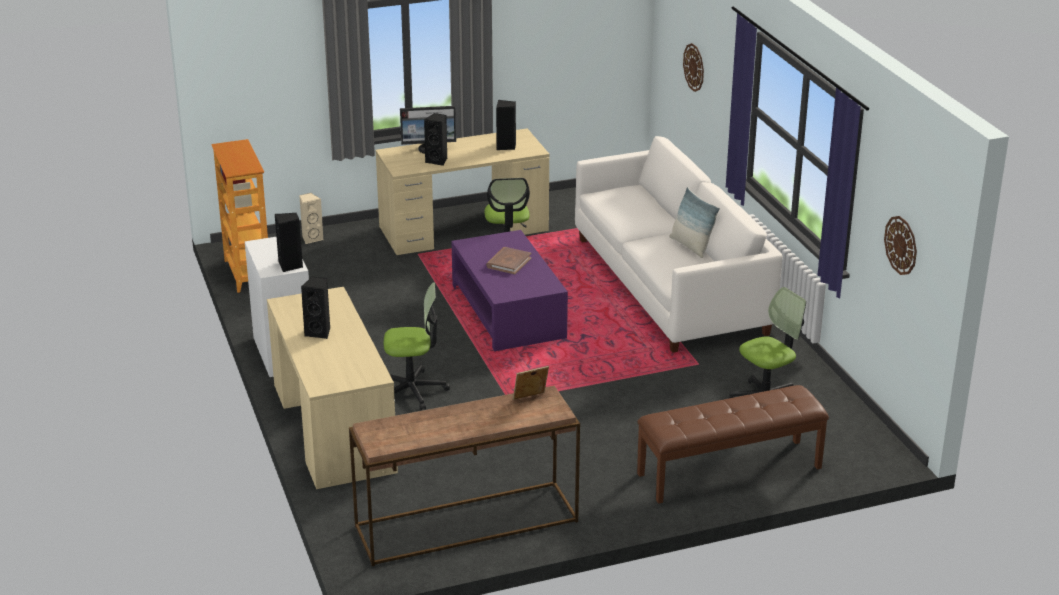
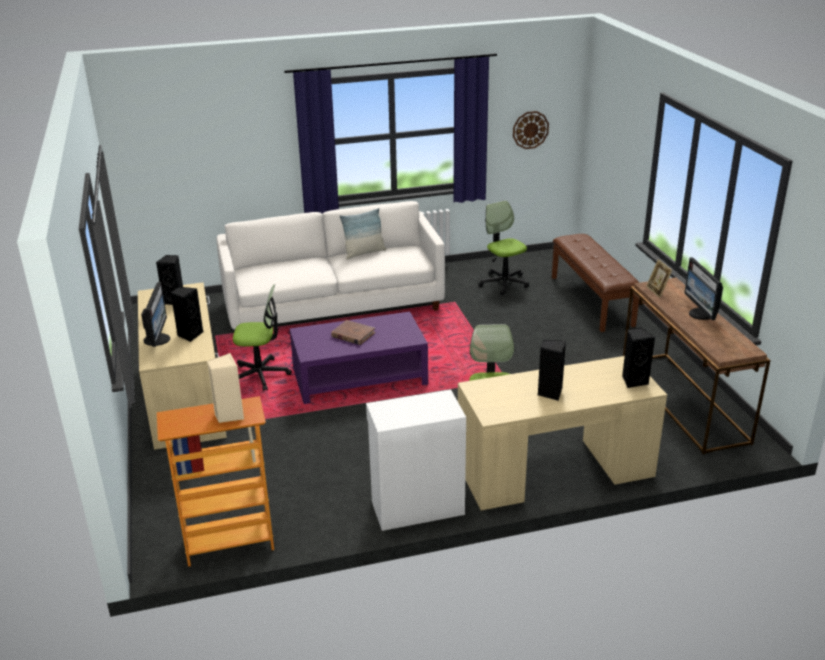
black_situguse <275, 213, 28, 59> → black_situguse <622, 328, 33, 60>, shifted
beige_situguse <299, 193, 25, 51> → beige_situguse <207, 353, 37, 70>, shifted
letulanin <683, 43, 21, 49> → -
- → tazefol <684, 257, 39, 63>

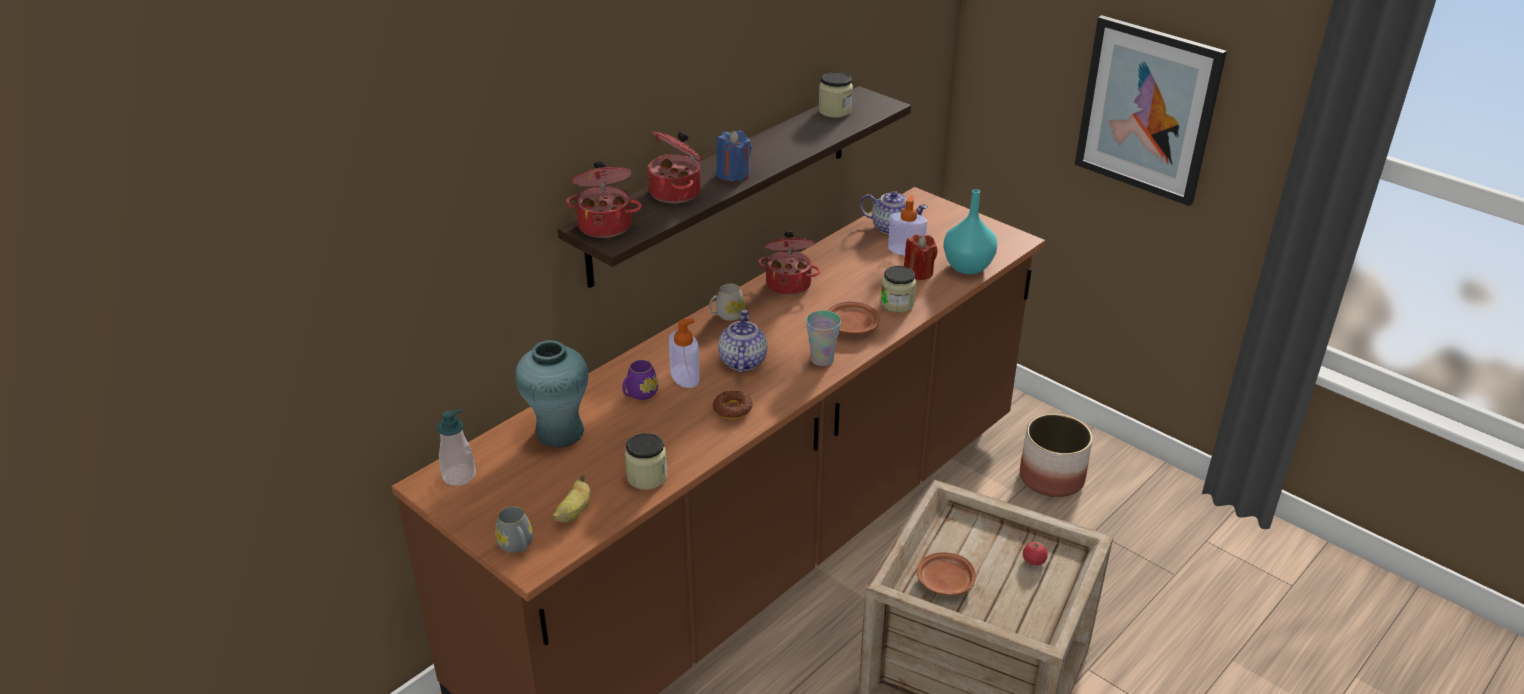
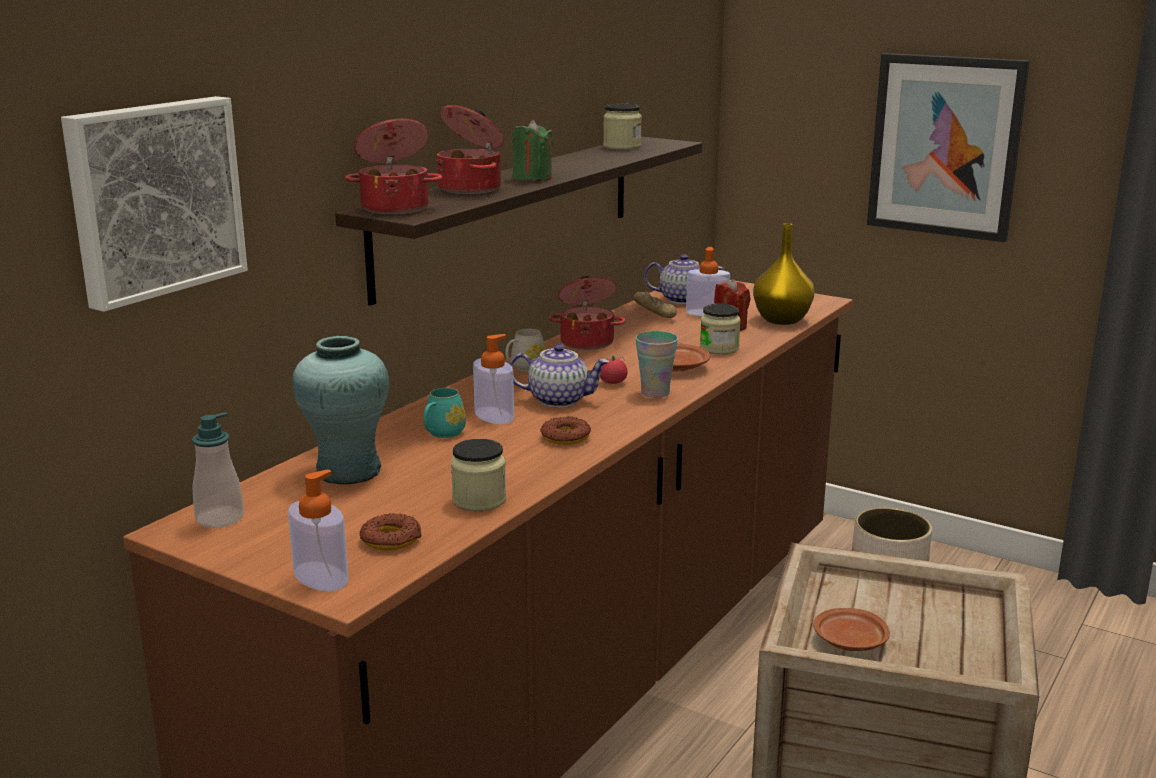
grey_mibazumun <495, 506, 38, 47> → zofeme <288, 469, 61, 122>
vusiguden <552, 475, 38, 48> → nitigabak <360, 513, 61, 38>
purple_mibazumun <622, 360, 36, 40> → turquoise_mibazumun <423, 388, 43, 50>
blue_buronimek <716, 130, 36, 52> → green_buronimek <513, 120, 40, 61>
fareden <718, 310, 49, 63> → fareden <510, 344, 99, 64>, 105 degrees clockwise
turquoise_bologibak <943, 189, 54, 85> → yellow_bologibak <753, 223, 62, 102>
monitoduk <1023, 540, 25, 26> → monitoduk <600, 354, 28, 30>, shifted
- → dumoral <61, 96, 187, 216>
- → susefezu <633, 292, 44, 26>

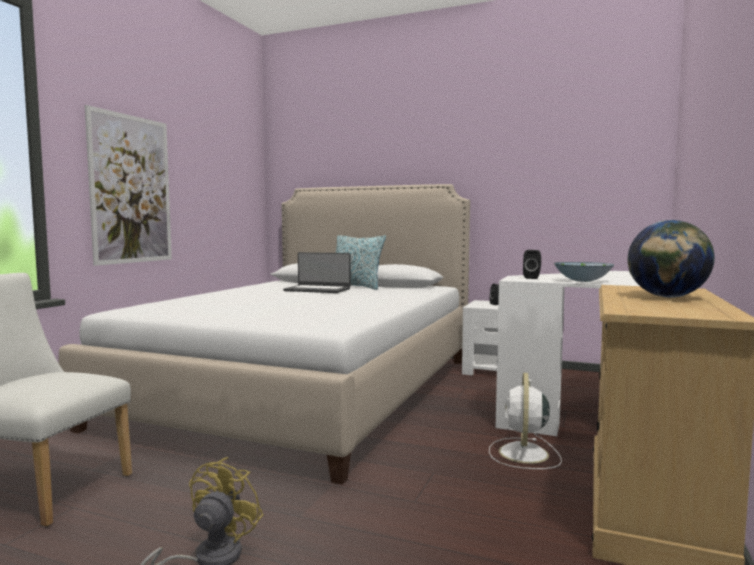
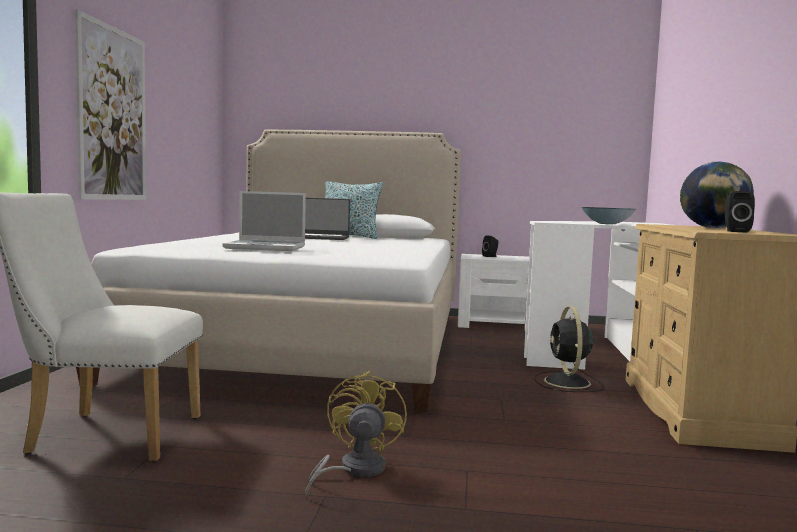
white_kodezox <489, 373, 73, 96> → black_kodezox <534, 306, 70, 86>
black_situguse <523, 250, 18, 29> → black_situguse <725, 191, 30, 42>, shifted
- → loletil <223, 191, 83, 60>

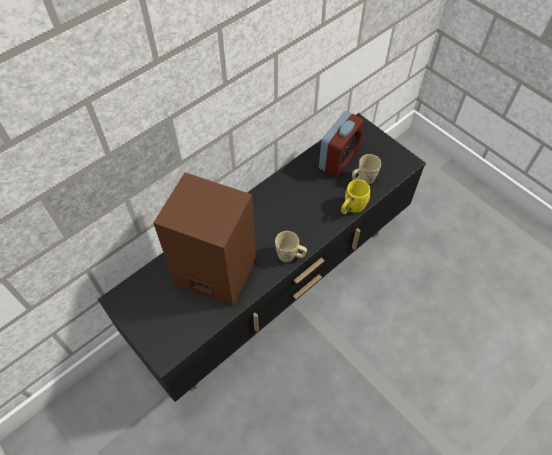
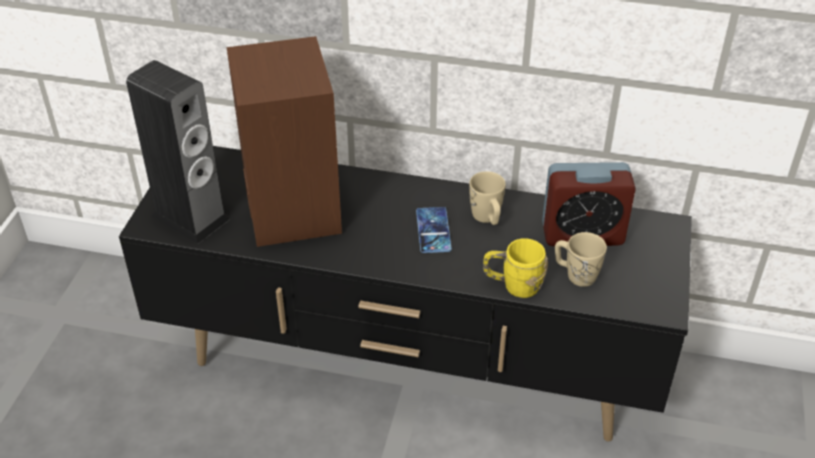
beige_mibazumun <275, 231, 32, 31> → beige_mibazumun <469, 171, 37, 54>, shifted
- → situguse <126, 60, 104, 184>
- → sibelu <416, 207, 36, 46>

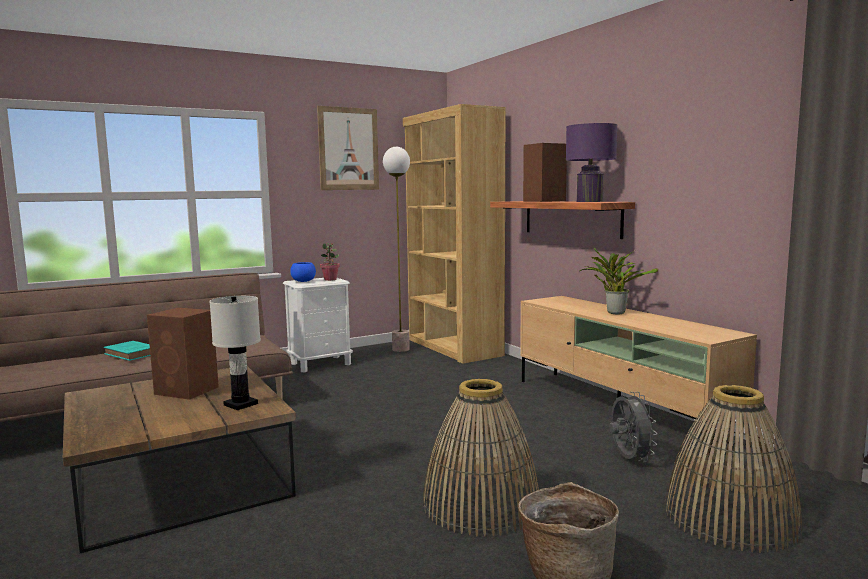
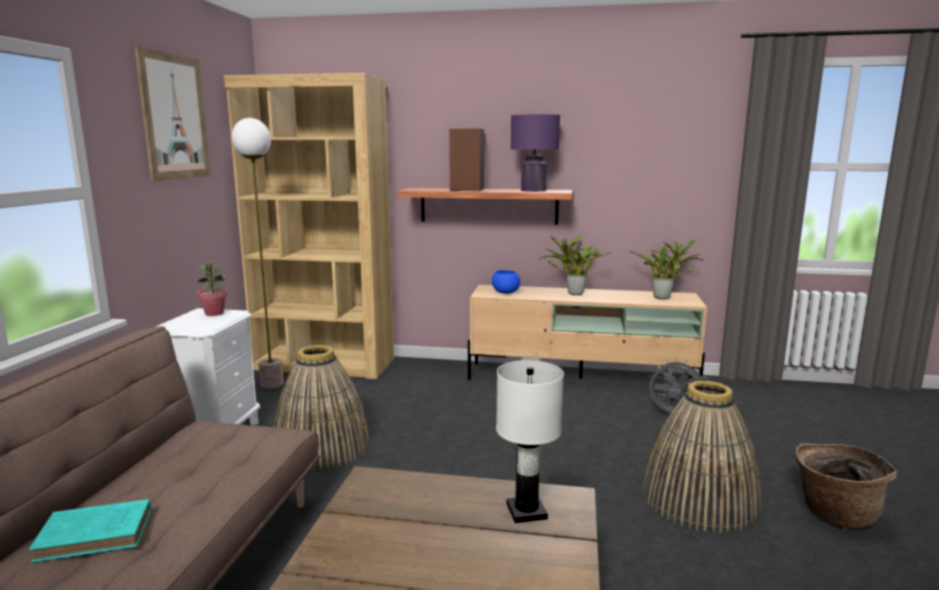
brown_situguse <147, 308, 72, 92> → -
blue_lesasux <290, 262, 26, 20> → blue_lesasux <492, 270, 28, 24>, shifted
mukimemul <665, 385, 137, 168> → mukimemul <274, 345, 96, 126>, shifted
- → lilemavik <631, 239, 72, 60>

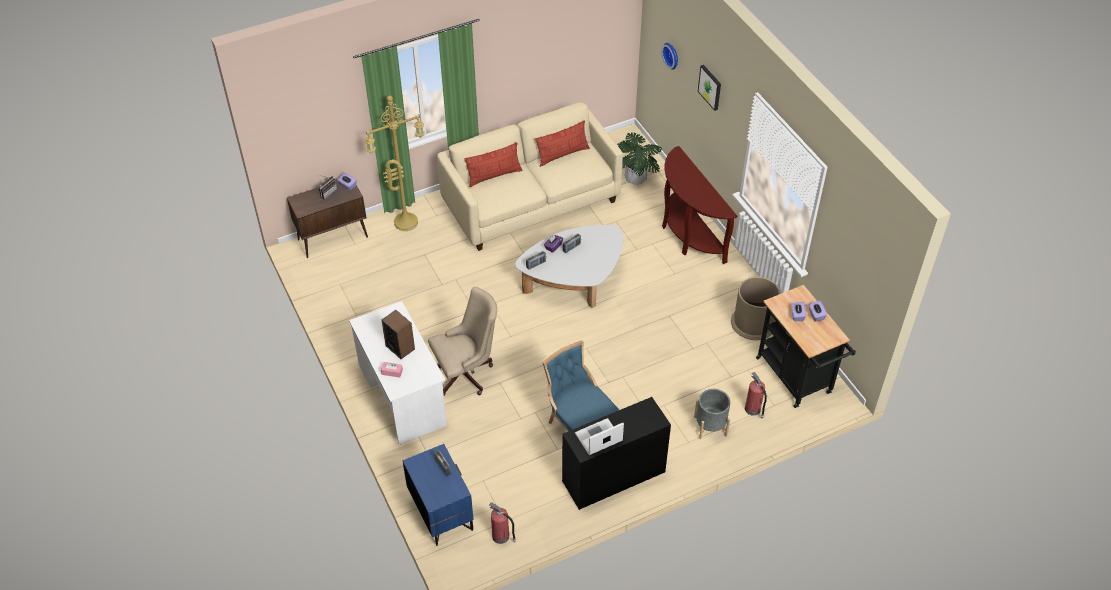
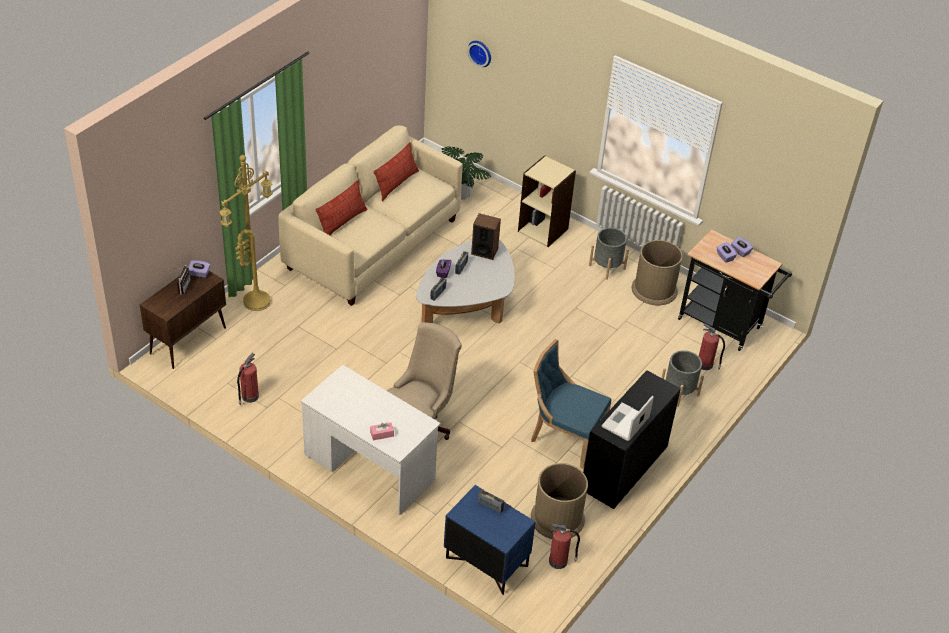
situguse <381, 310, 34, 49> → situguse <471, 213, 30, 47>, shifted
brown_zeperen <662, 146, 75, 118> → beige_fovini <518, 155, 58, 92>
dumoral <698, 65, 23, 46> → -
- → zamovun <237, 353, 22, 52>
- → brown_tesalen <531, 463, 57, 76>
- → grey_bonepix <589, 228, 40, 52>

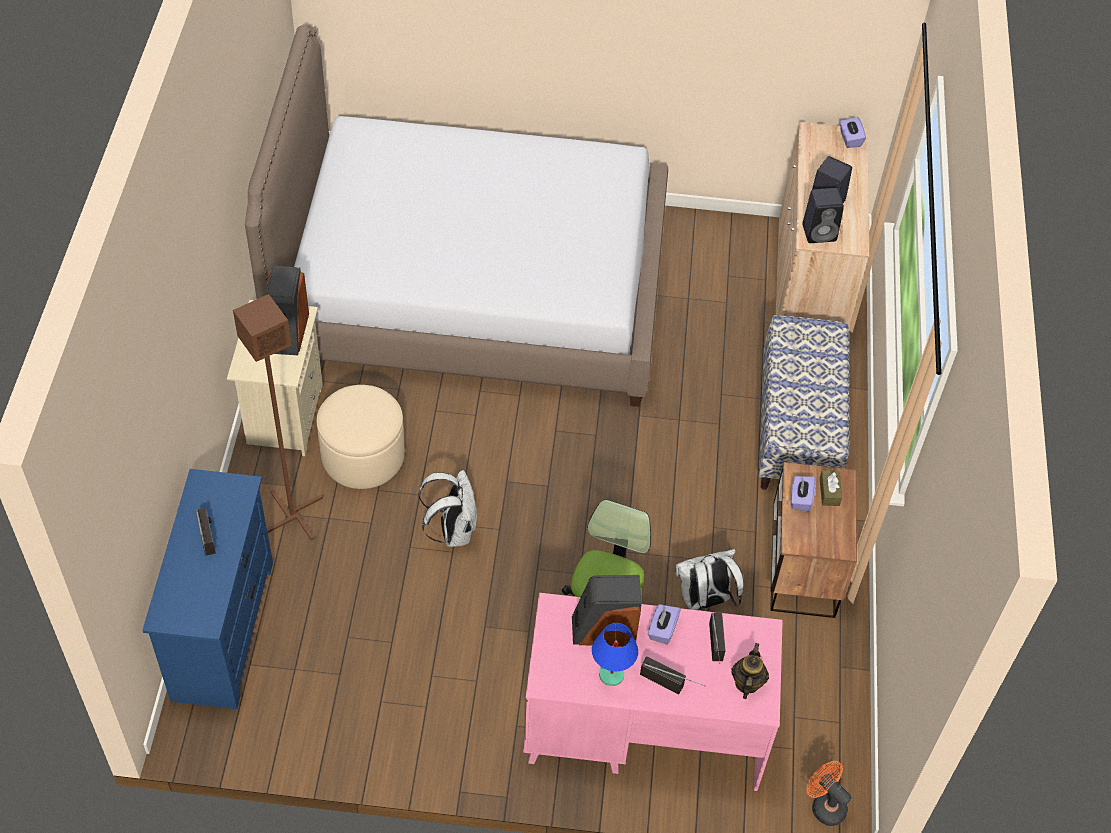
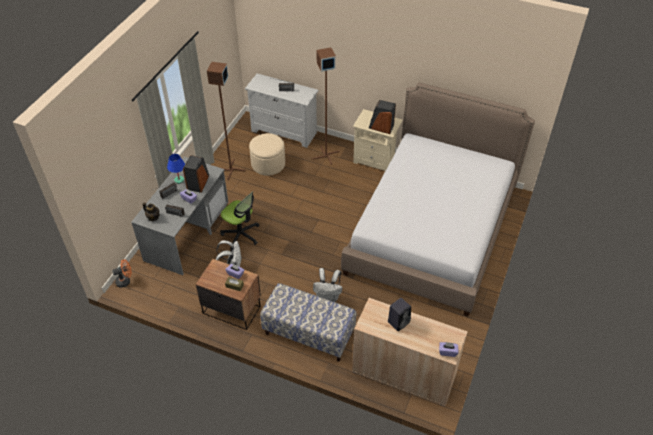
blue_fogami <142, 469, 131, 240> → white_fogami <245, 73, 74, 75>
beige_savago <317, 385, 88, 104> → beige_savago <249, 133, 36, 43>, shifted
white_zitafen <418, 470, 59, 77> → white_zitafen <313, 268, 29, 34>, shifted
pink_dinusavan <523, 593, 260, 198> → grey_dinusavan <131, 157, 97, 118>
black_situguse <802, 188, 42, 55> → -
- → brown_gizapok <207, 62, 39, 118>

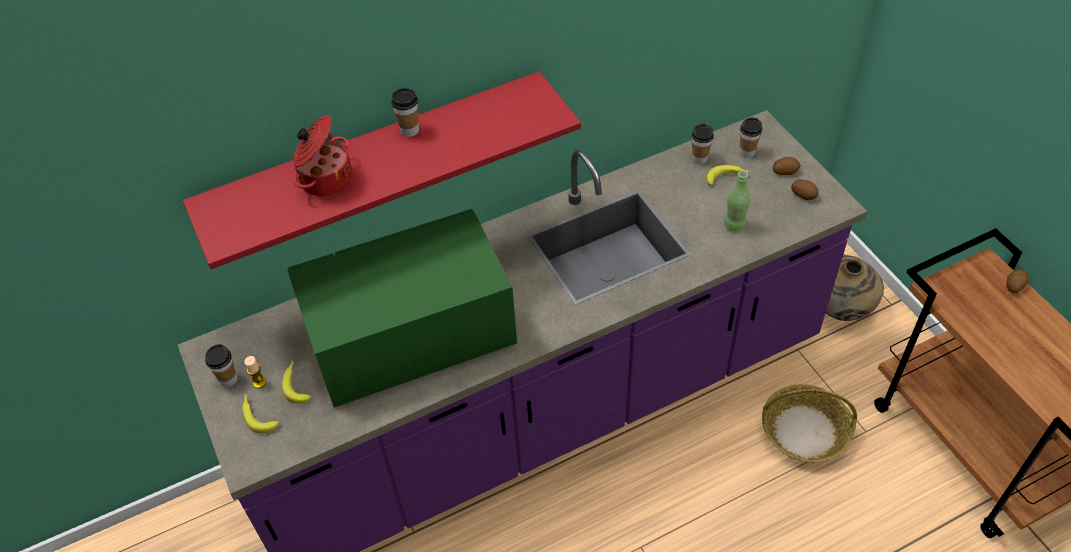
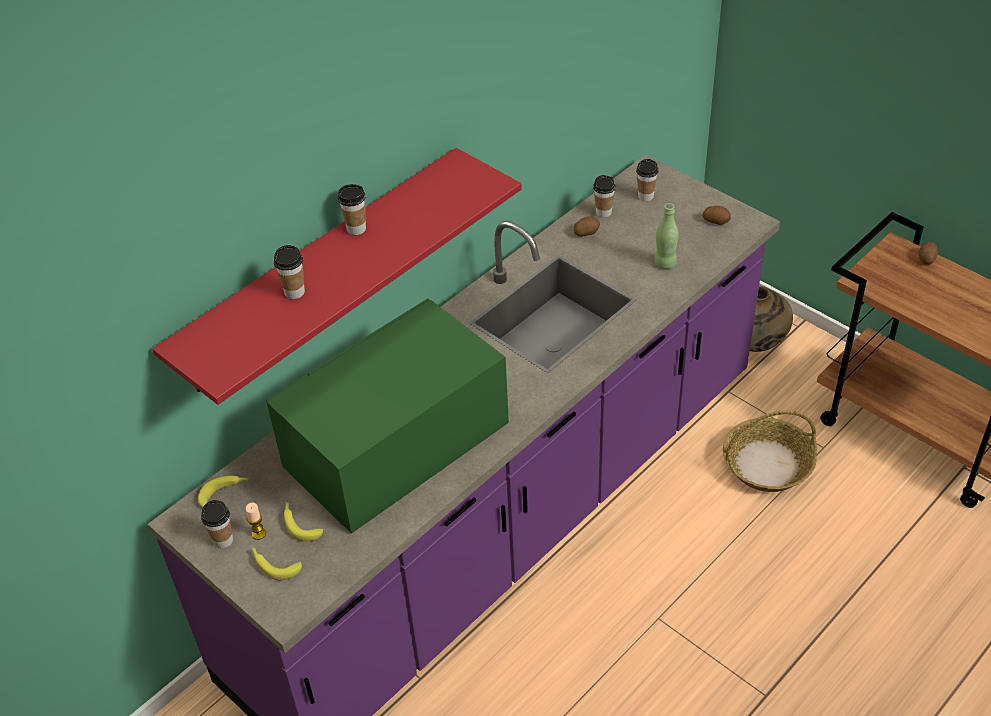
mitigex <293, 115, 60, 82> → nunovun <274, 245, 31, 54>
vusiguden <706, 165, 44, 20> → vusiguden <198, 475, 51, 33>, shifted
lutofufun <773, 157, 28, 18> → lutofufun <574, 216, 26, 20>, shifted

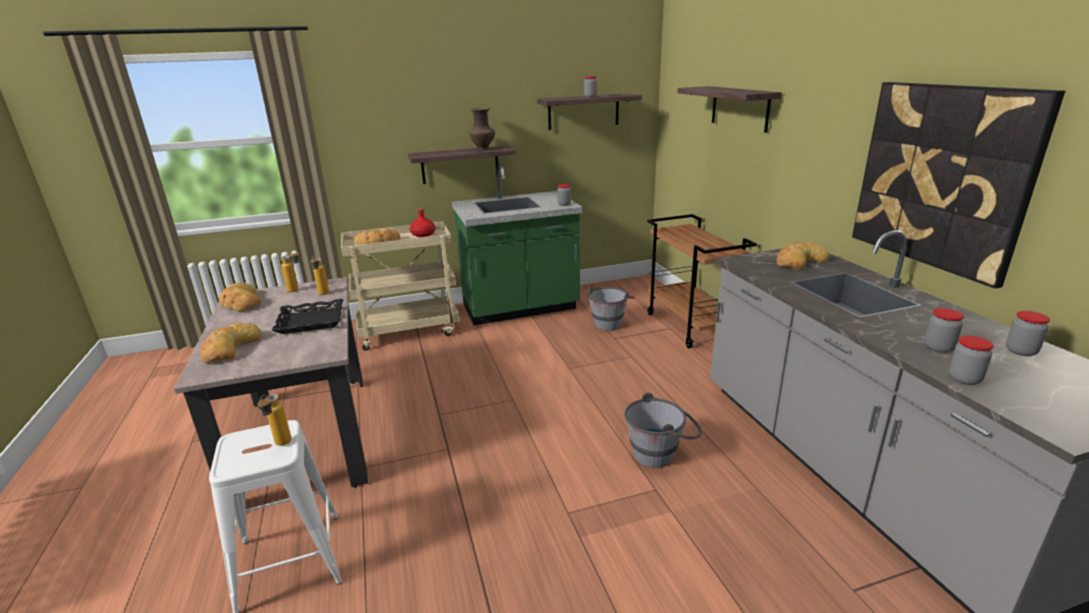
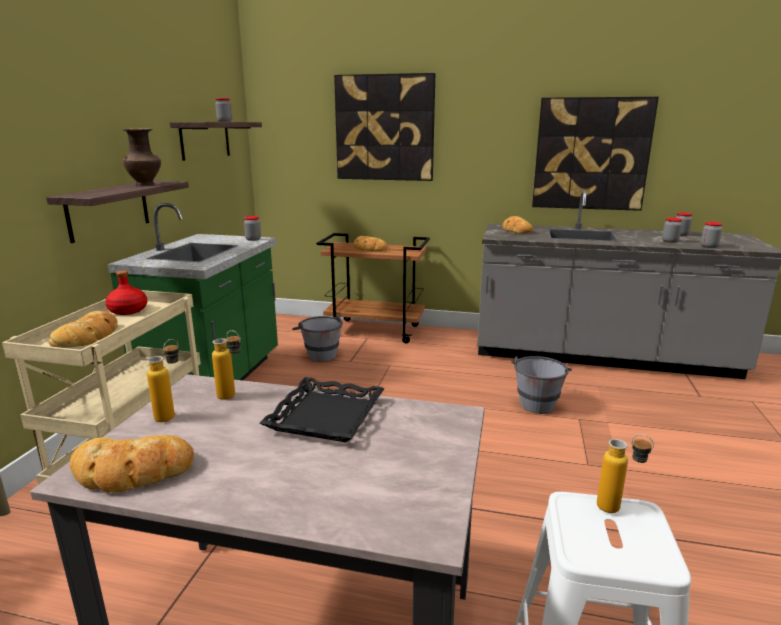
susefezu <201, 323, 61, 40> → susefezu <353, 236, 35, 15>, shifted
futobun <677, 86, 105, 47> → dumoral <334, 73, 101, 108>

